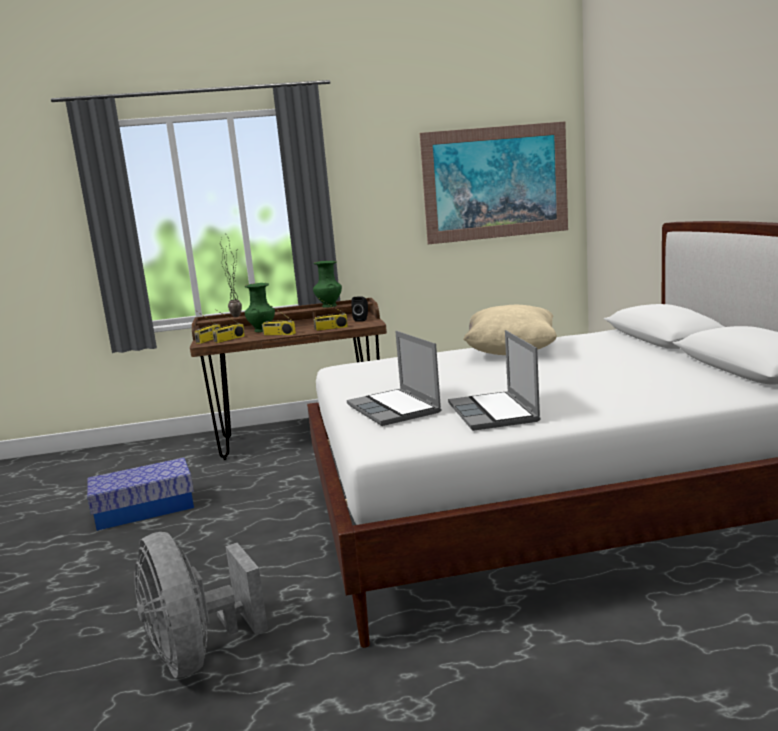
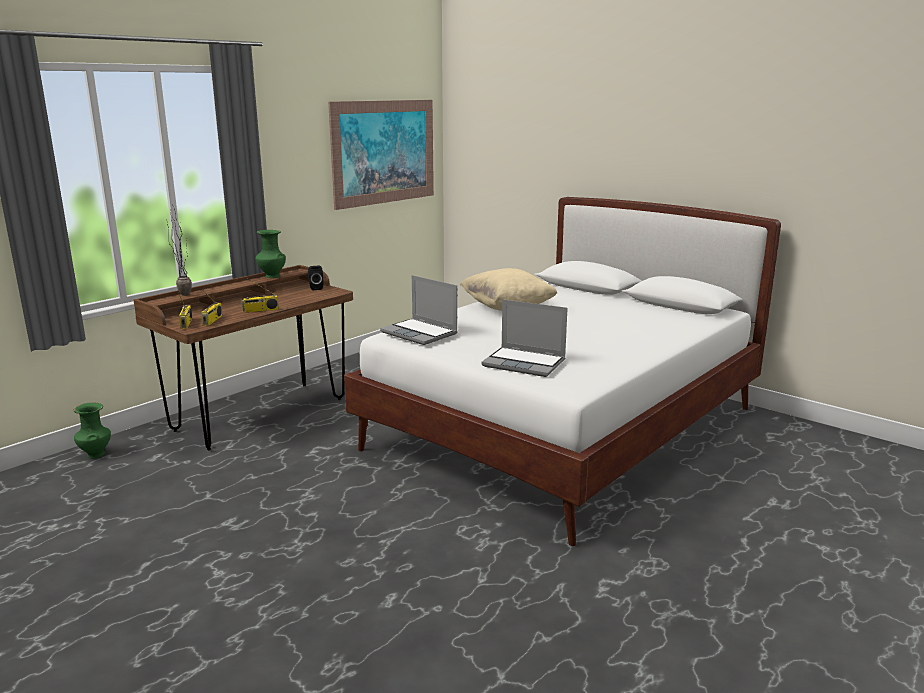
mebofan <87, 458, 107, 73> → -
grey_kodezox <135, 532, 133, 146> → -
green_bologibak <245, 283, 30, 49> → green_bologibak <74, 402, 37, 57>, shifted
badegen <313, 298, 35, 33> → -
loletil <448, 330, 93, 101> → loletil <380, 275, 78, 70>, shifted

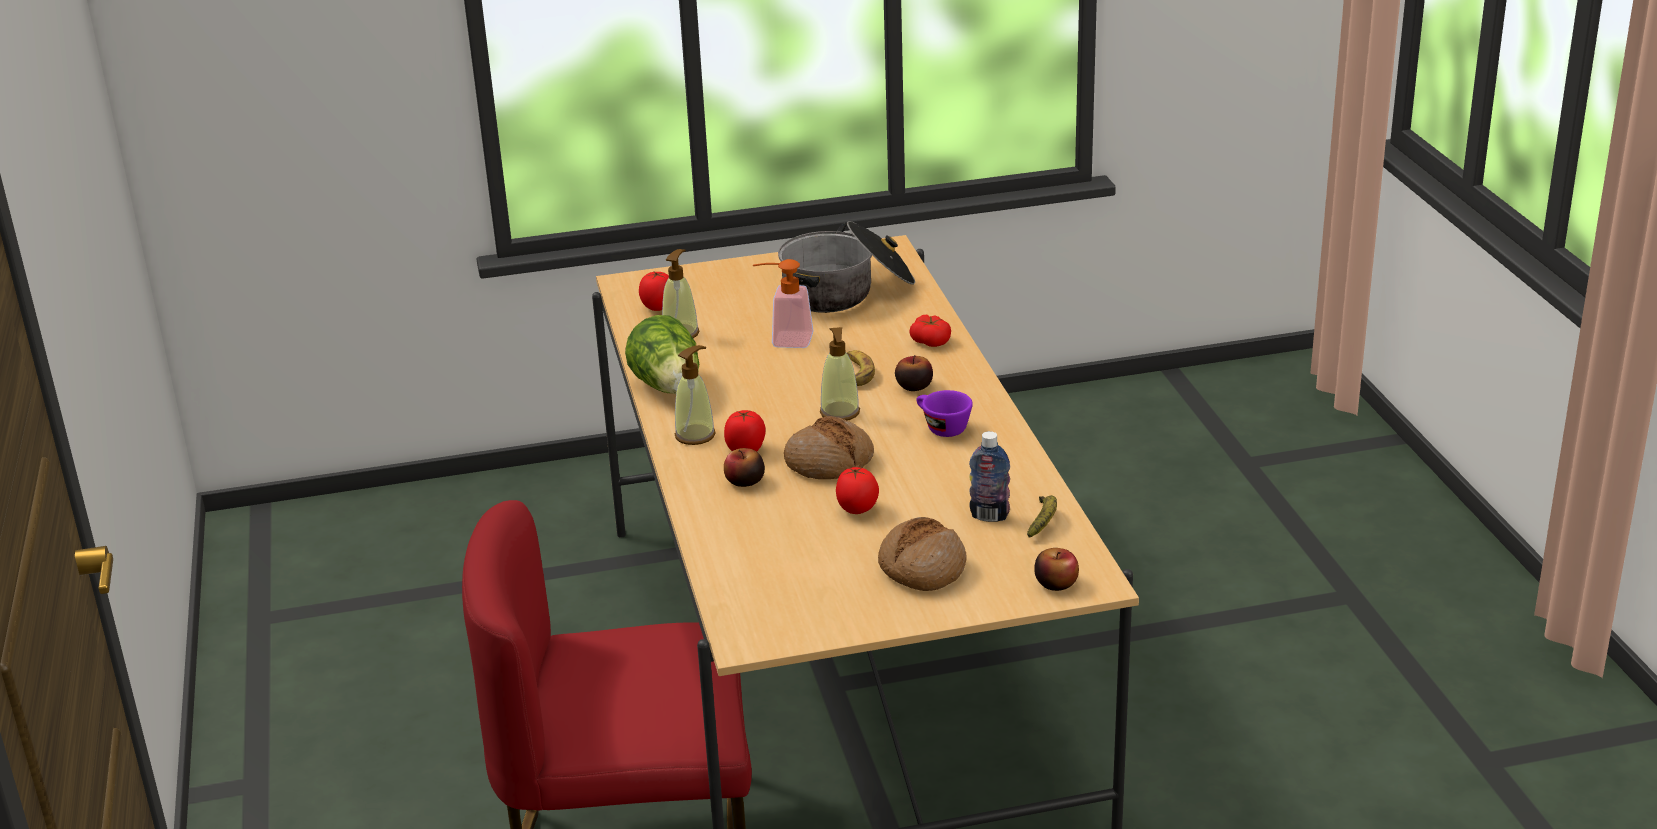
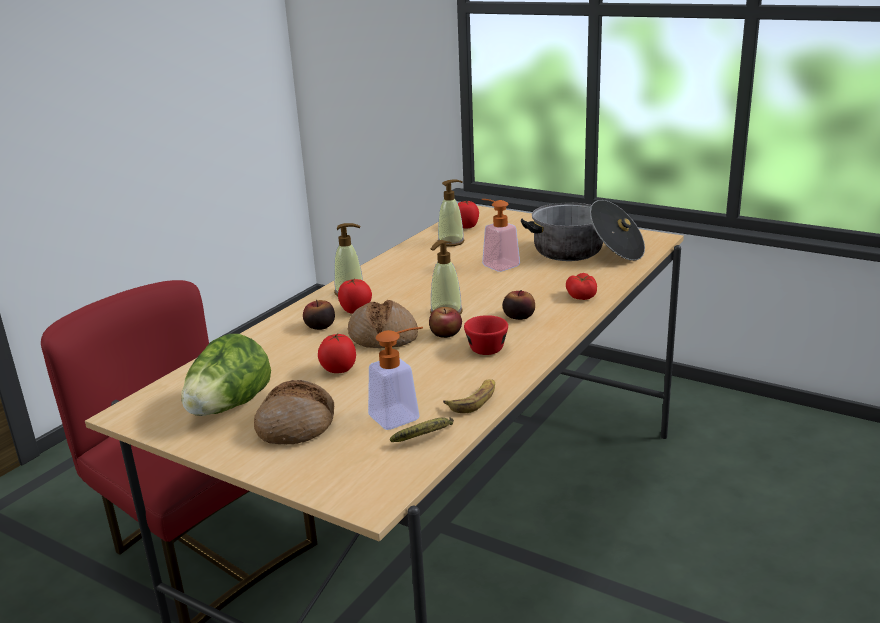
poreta <625, 315, 74, 79> → poreta <181, 334, 90, 82>, shifted
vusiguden <847, 350, 28, 36> → vusiguden <443, 379, 52, 34>, shifted
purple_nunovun <916, 390, 57, 47> → red_nunovun <464, 315, 44, 40>
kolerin <969, 431, 41, 91> → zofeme <368, 327, 55, 103>
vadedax <1035, 548, 44, 43> → vadedax <429, 307, 33, 31>, shifted

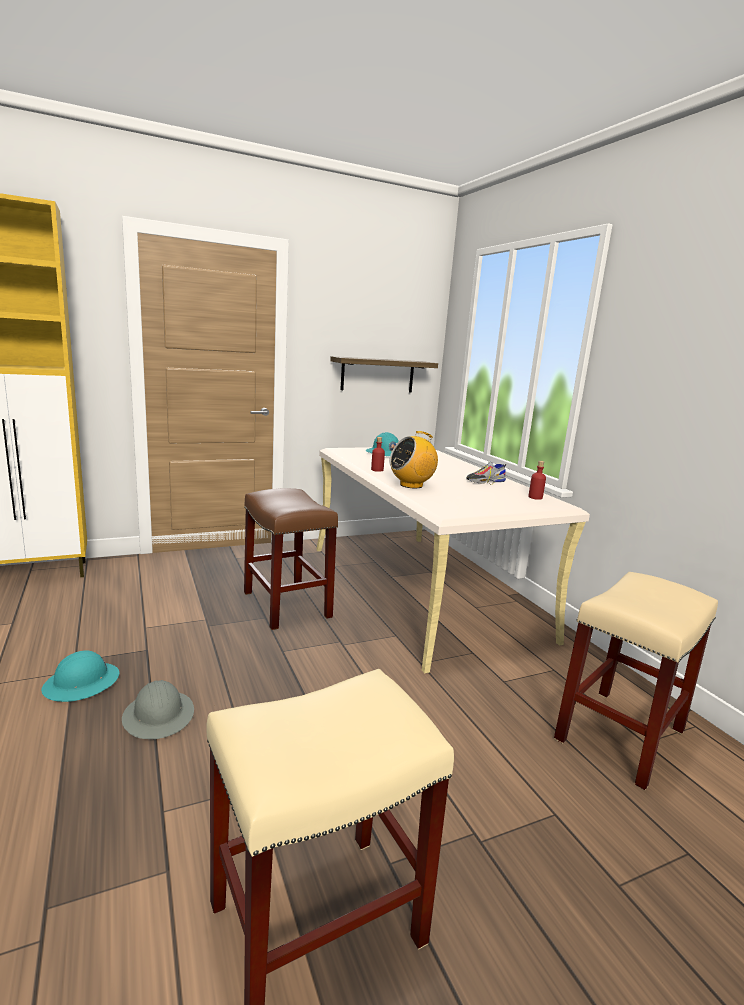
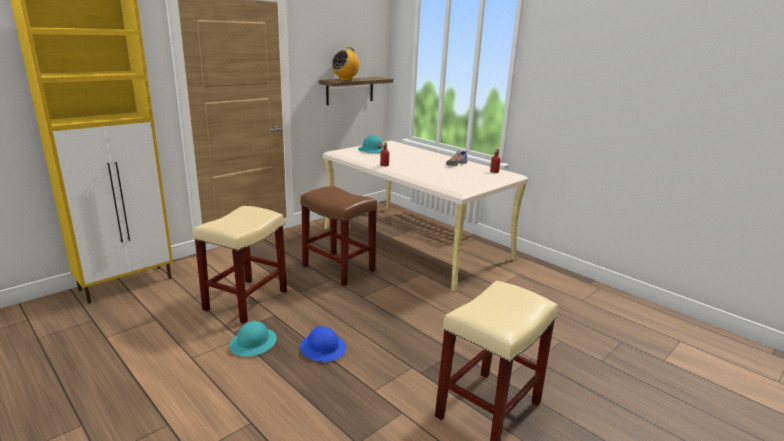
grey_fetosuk <122, 680, 72, 59> → blue_fetosuk <300, 326, 46, 36>
badegen <389, 431, 49, 57> → badegen <332, 47, 27, 34>, shifted
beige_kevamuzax <554, 572, 164, 218> → beige_kevamuzax <193, 206, 94, 118>, shifted

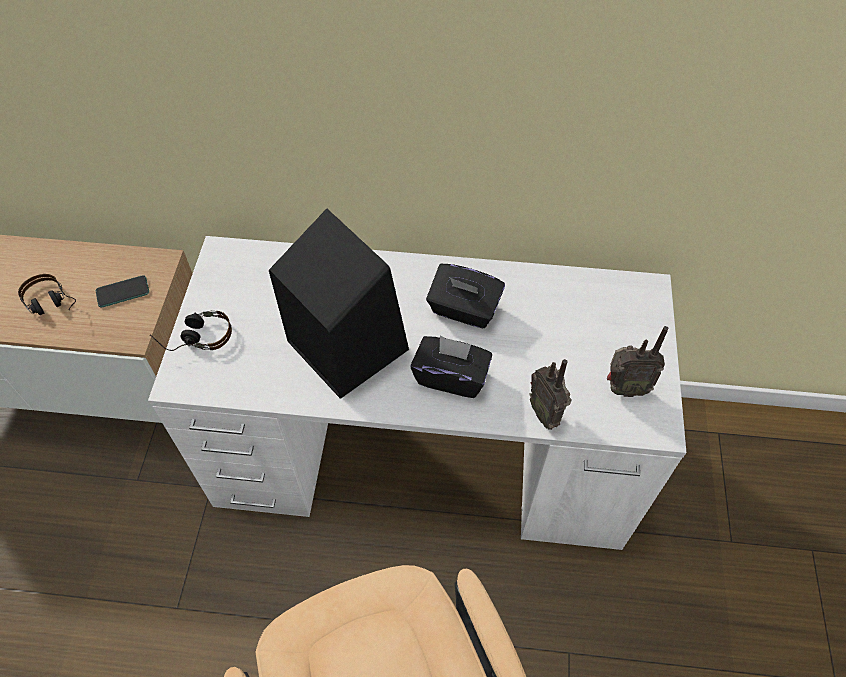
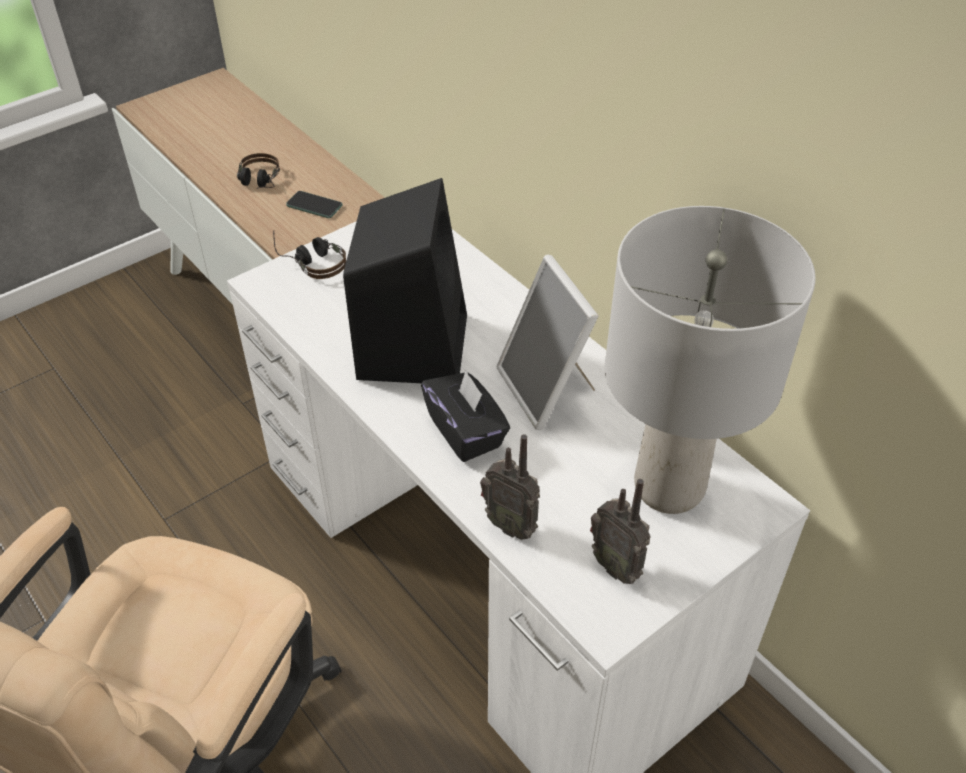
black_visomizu <426, 264, 79, 64> → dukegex <496, 255, 103, 175>
badegen <530, 359, 41, 71> → badegen <480, 434, 60, 106>, 75 degrees counterclockwise
- → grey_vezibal <605, 206, 211, 308>

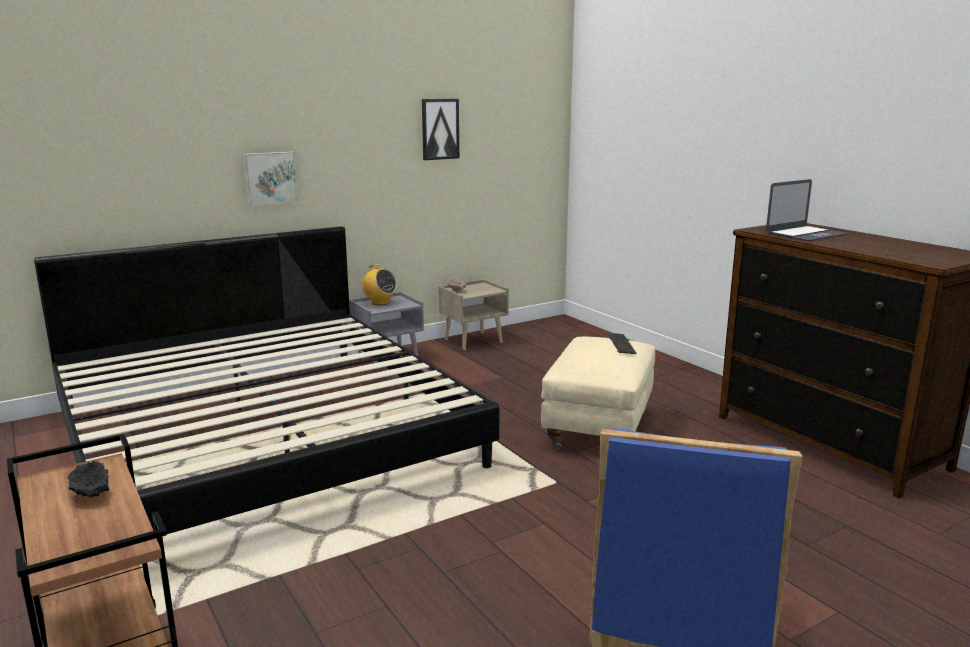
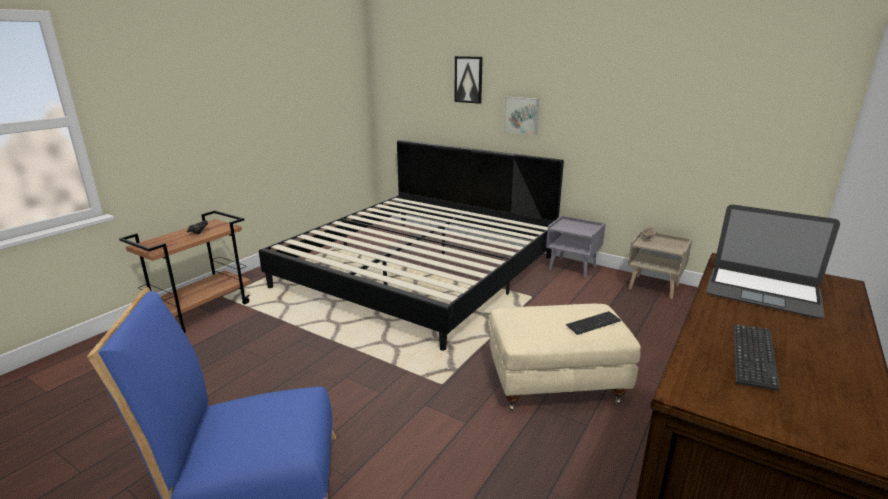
badegen <361, 264, 36, 41> → -
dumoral <422, 99, 37, 61> → dumoral <454, 56, 29, 48>, shifted
- → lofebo <734, 325, 46, 66>

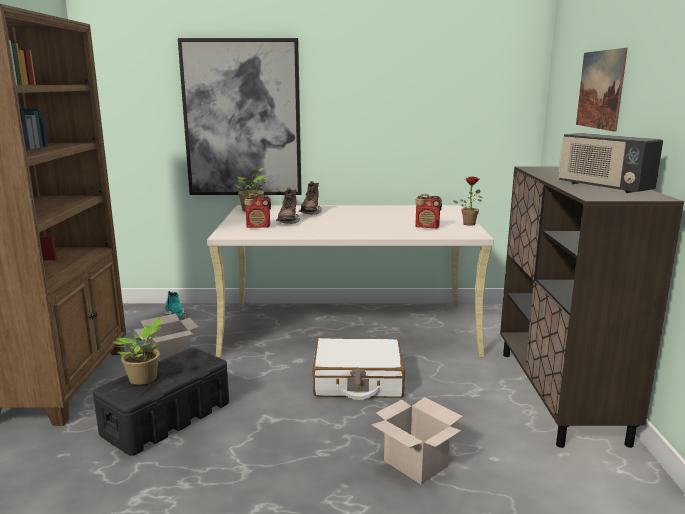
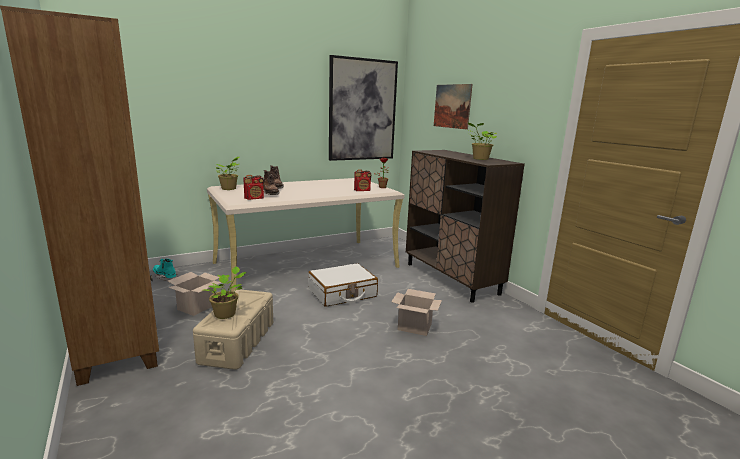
black_mebofan <93, 348, 136, 108> → beige_mebofan <193, 289, 80, 81>
dumoral <178, 38, 124, 157> → dumoral <329, 55, 69, 106>, shifted
badegen <558, 133, 105, 60> → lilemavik <468, 123, 29, 37>

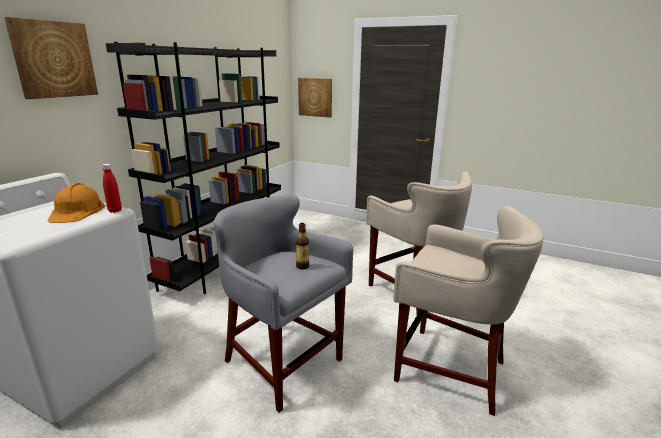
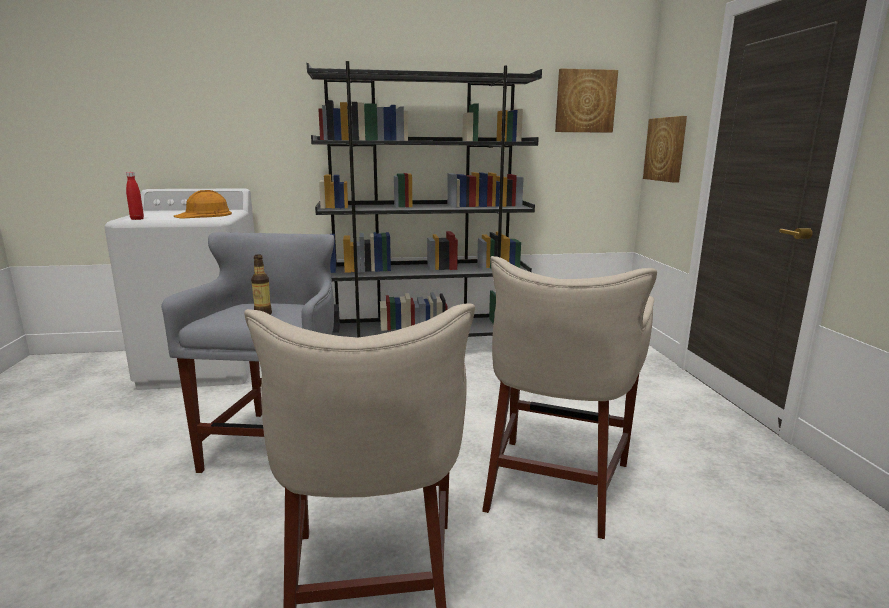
dumoral <4, 17, 94, 82> → dumoral <555, 68, 63, 65>, shifted
red_kolerin <102, 164, 20, 49> → red_kolerin <126, 172, 18, 48>, shifted

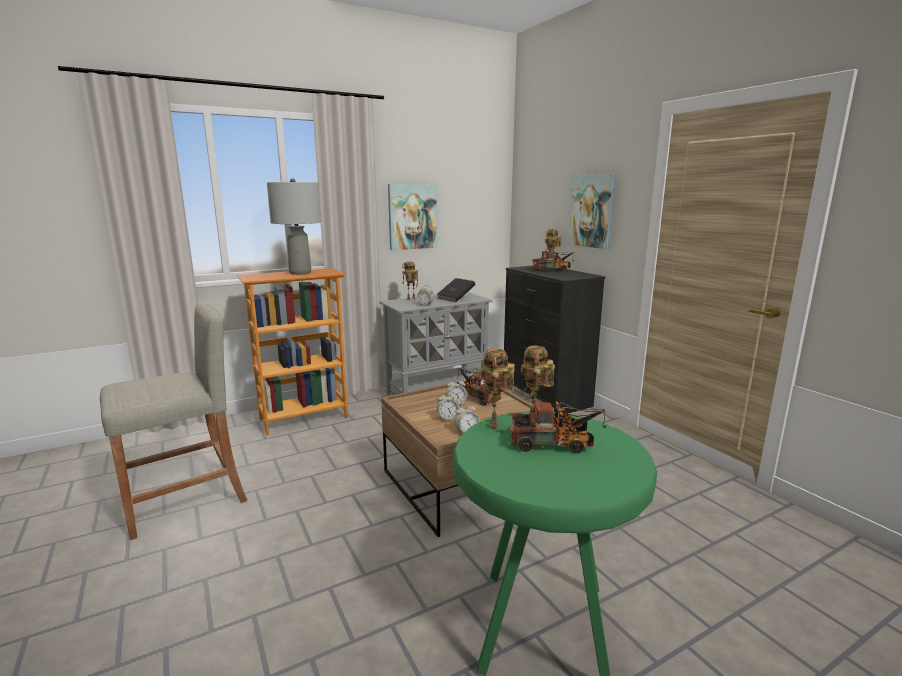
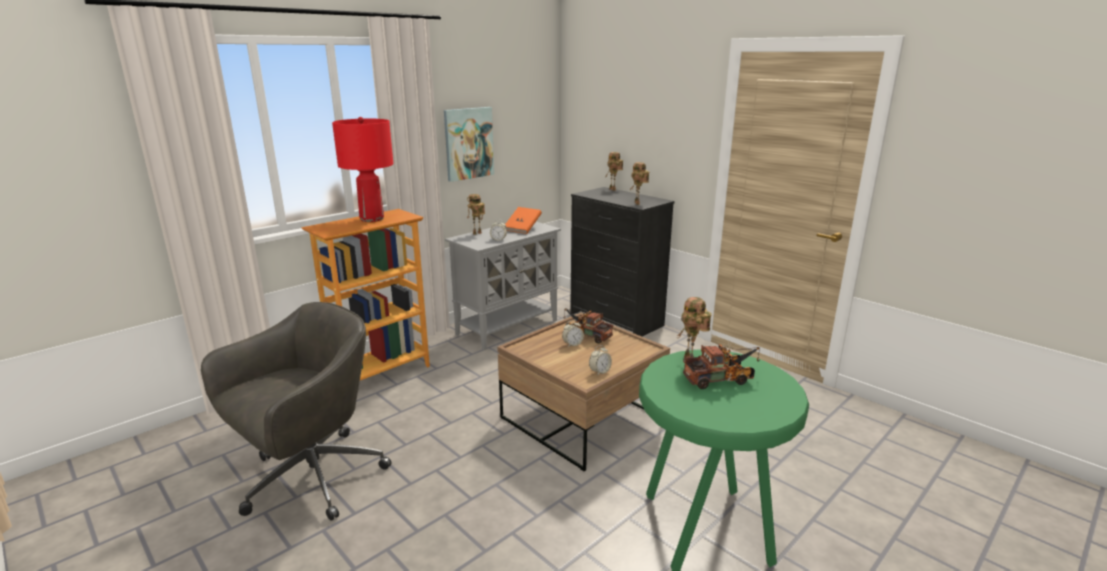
beige_kevamuzax <100, 301, 148, 239> → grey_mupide <201, 302, 191, 219>
grey_vezibal <267, 178, 54, 97> → red_vezibal <332, 117, 61, 105>
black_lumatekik <437, 278, 38, 24> → orange_lumatekik <505, 207, 37, 27>
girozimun <437, 391, 23, 30> → -
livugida <481, 349, 34, 80> → livugida <630, 162, 19, 43>, shifted
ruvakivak <532, 251, 42, 21> → -
dumoral <568, 174, 49, 75> → -

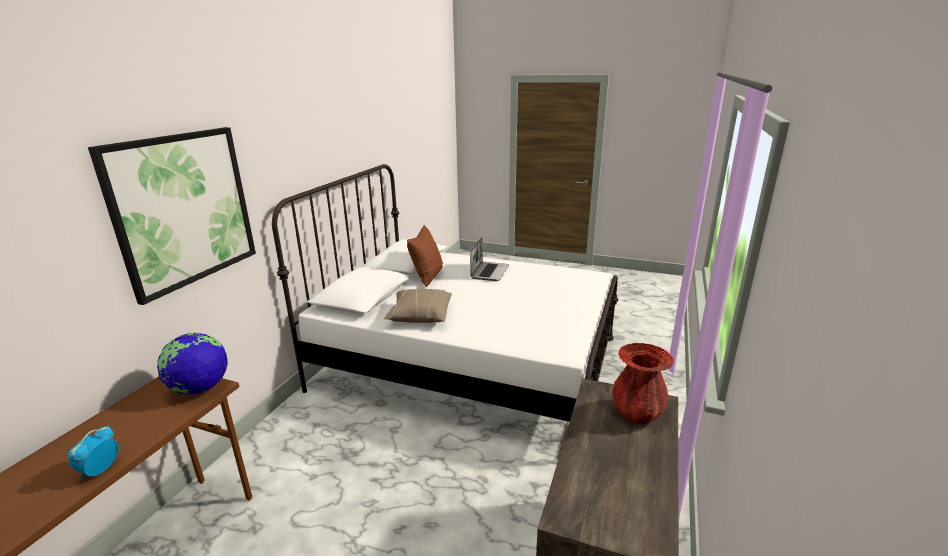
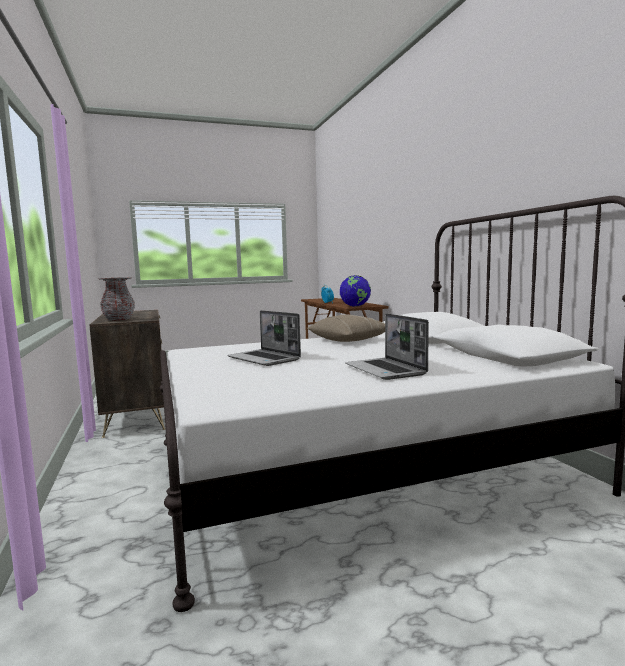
dumoral <88, 127, 168, 178> → -
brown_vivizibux <407, 225, 36, 62> → -
red_bologibak <612, 343, 62, 81> → grey_bologibak <99, 277, 36, 44>
- → loletil <228, 310, 73, 56>

